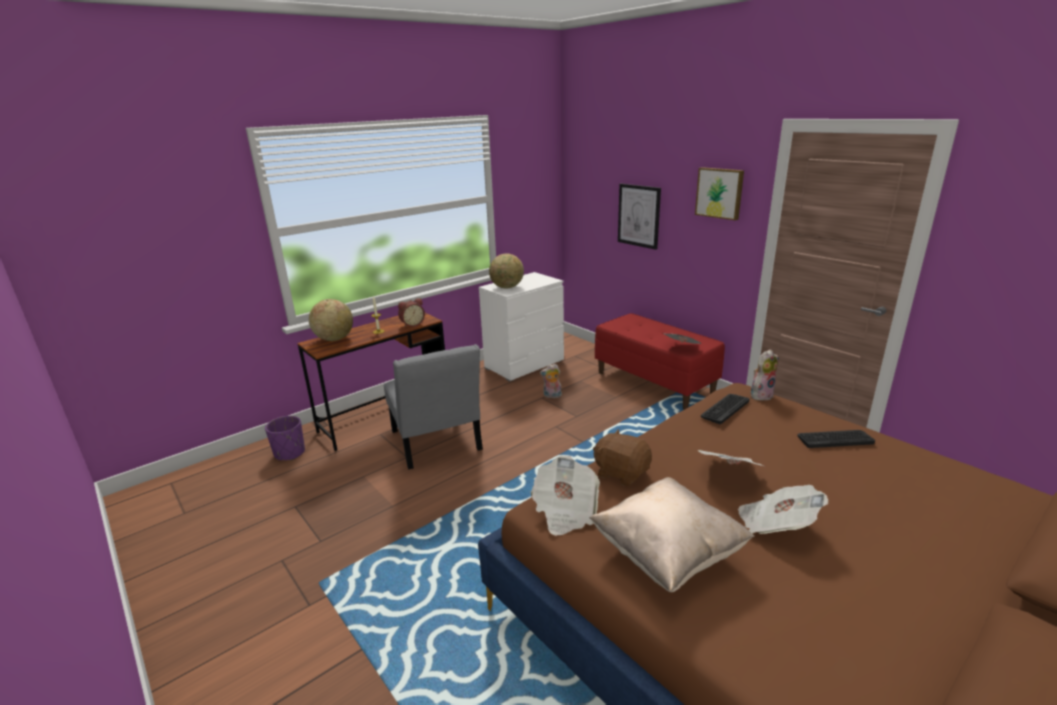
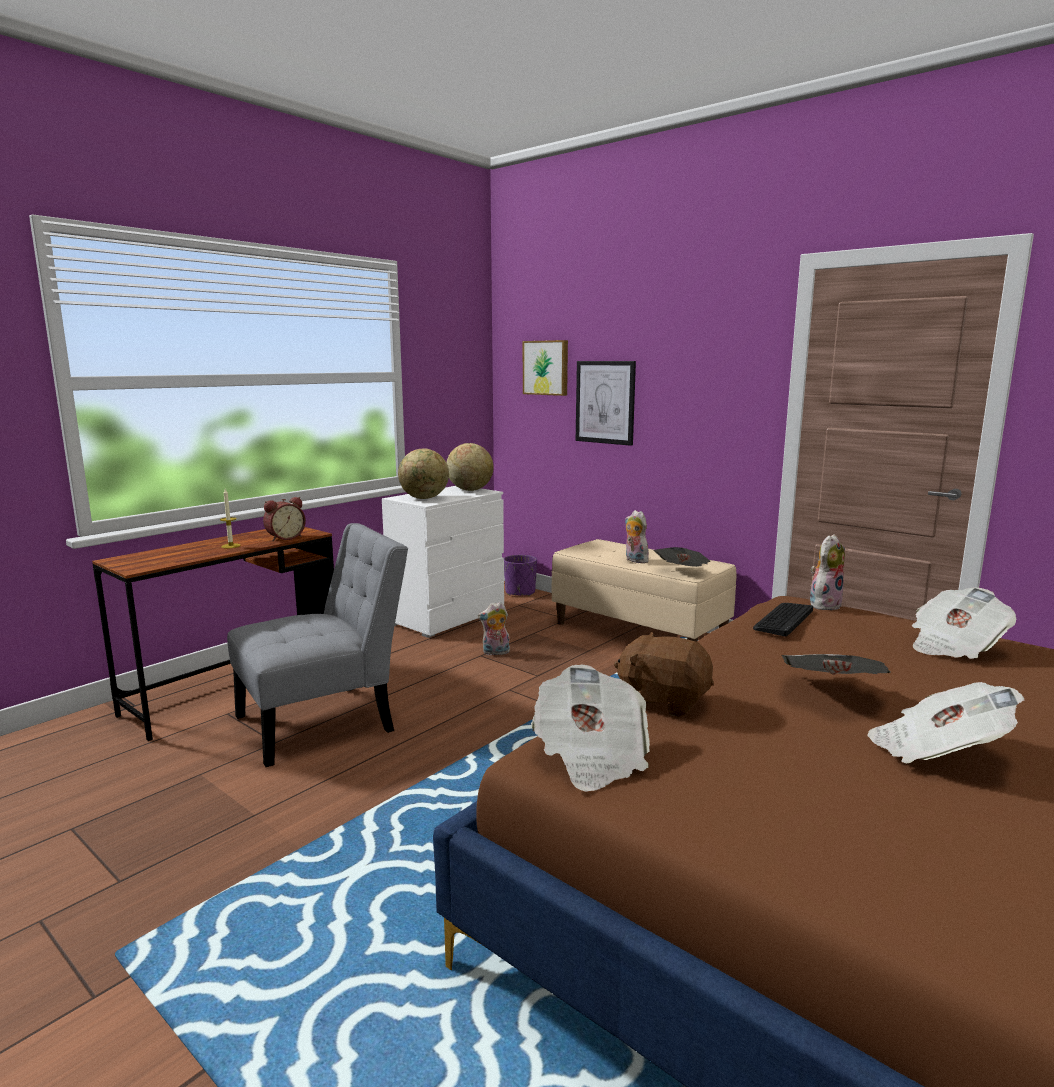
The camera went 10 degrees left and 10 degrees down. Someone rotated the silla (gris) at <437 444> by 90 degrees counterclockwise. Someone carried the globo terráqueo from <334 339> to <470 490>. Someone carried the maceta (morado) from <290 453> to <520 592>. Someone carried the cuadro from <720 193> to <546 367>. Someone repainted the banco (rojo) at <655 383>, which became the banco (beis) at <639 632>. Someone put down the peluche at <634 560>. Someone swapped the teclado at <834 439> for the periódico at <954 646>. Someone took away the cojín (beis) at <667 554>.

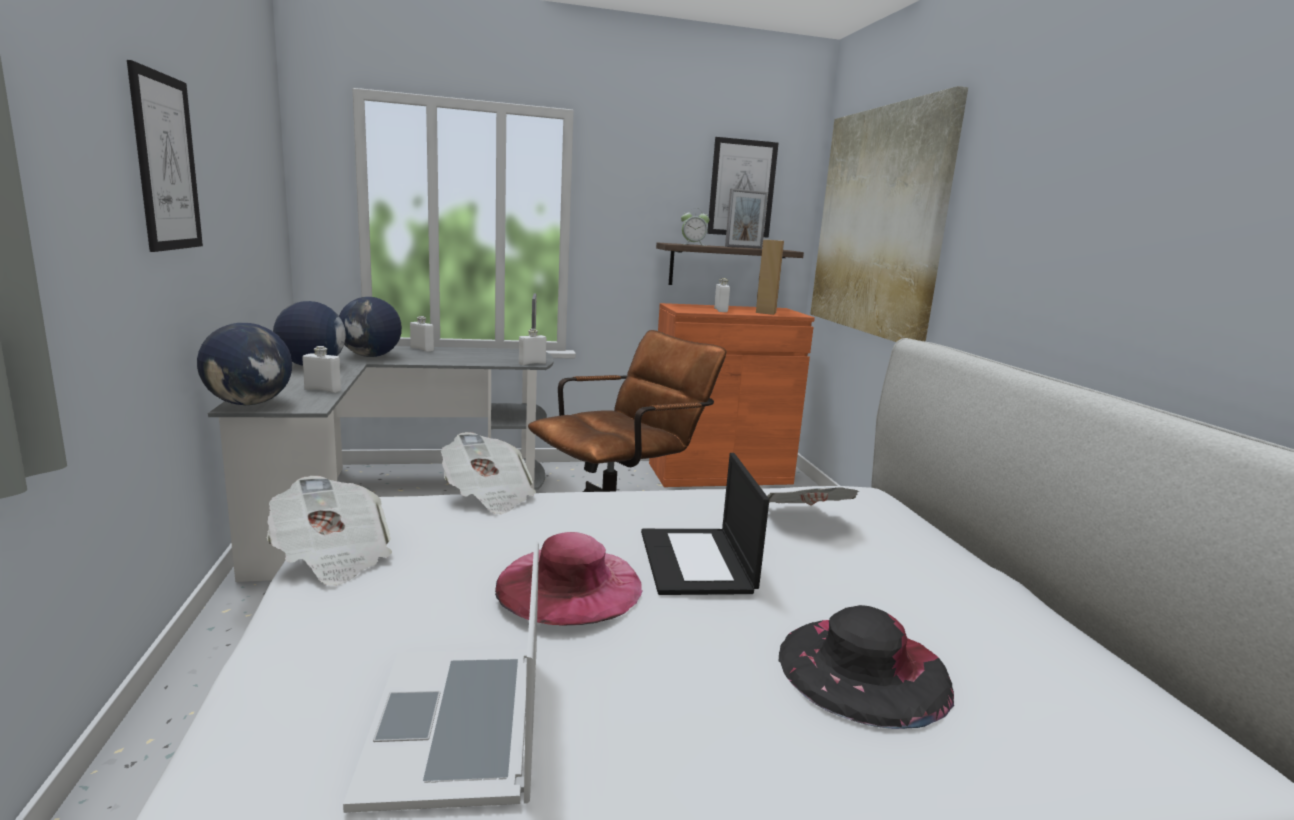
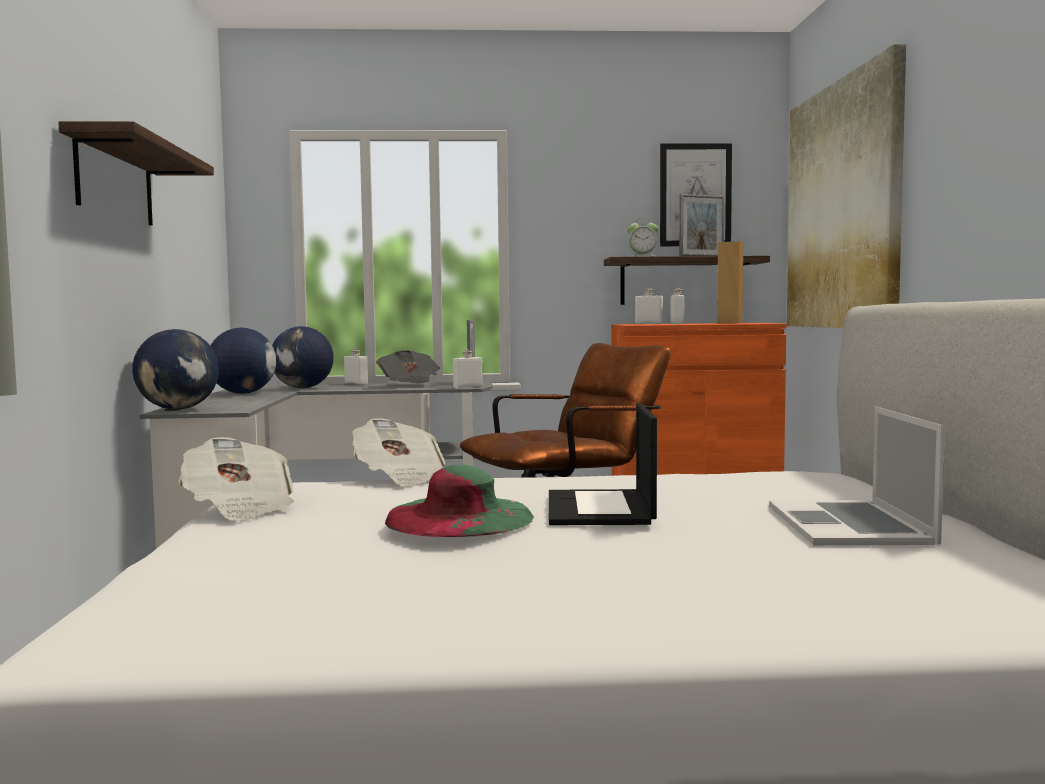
The camera went 10 degrees right and 10 degrees down. Someone swapped the cuadro at <166 163> for the estante at <115 181>. Someone carried the periódico from <806 520> to <410 385>. Someone repainted the sombrero (rosa) at <569 584>, which became the sombrero (verde) at <460 518>. Someone carried the botella (blanco) from <322 390> to <649 324>. Someone carried the portátil from <458 722> to <849 524>. Someone took away the sombrero (negro) at <864 669>.

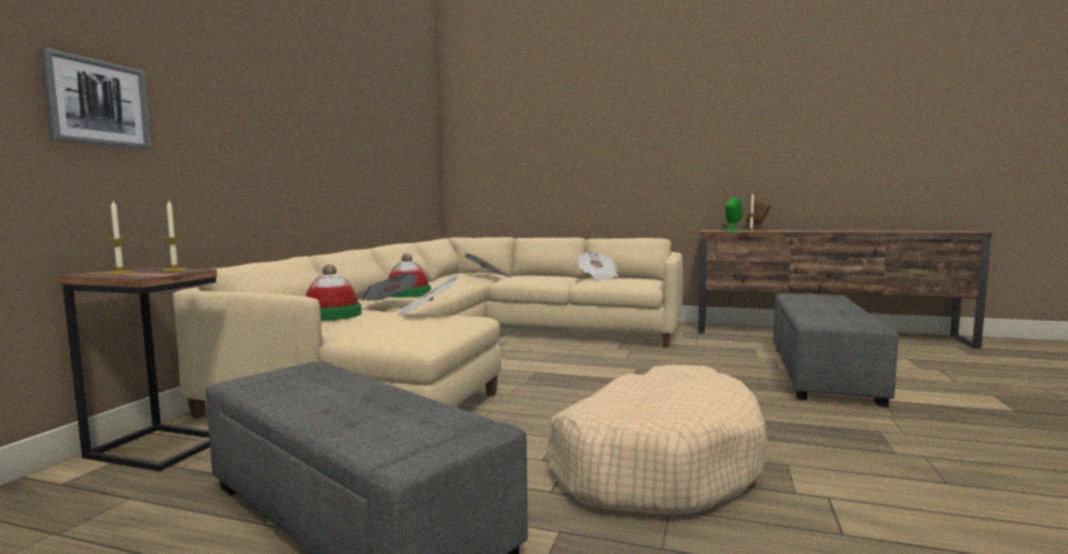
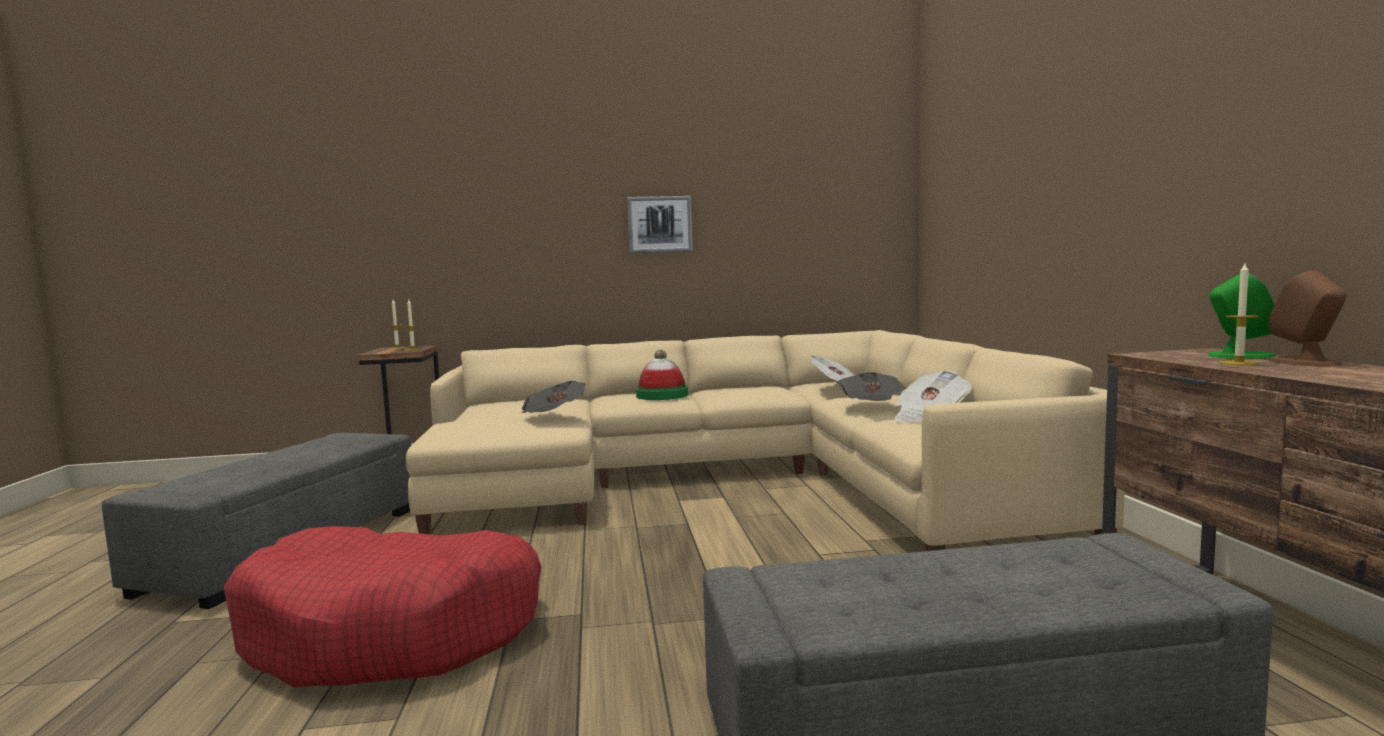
The camera went 65 degrees right and 0 degrees up. Someone repainted the cama para perro (beis) at <655 463>, which became the cama para perro (rojo) at <395 632>. Someone carried the cuadro from <97 103> to <659 224>. Someone carried the periódico from <389 303> to <872 406>. Someone took away the sombrero at <331 315>.

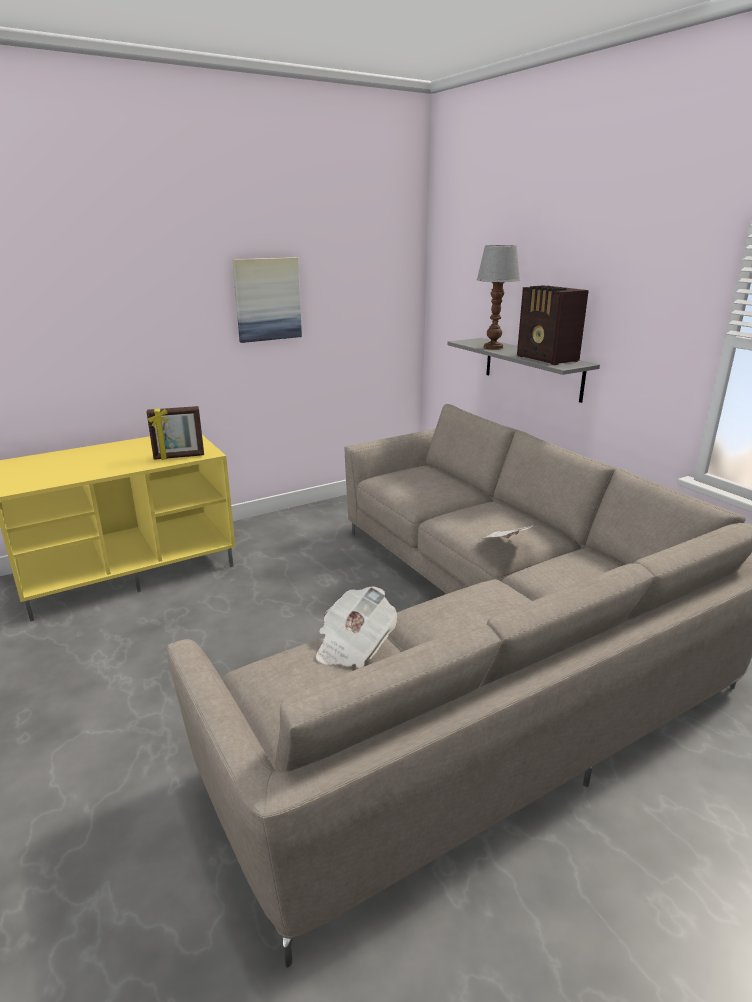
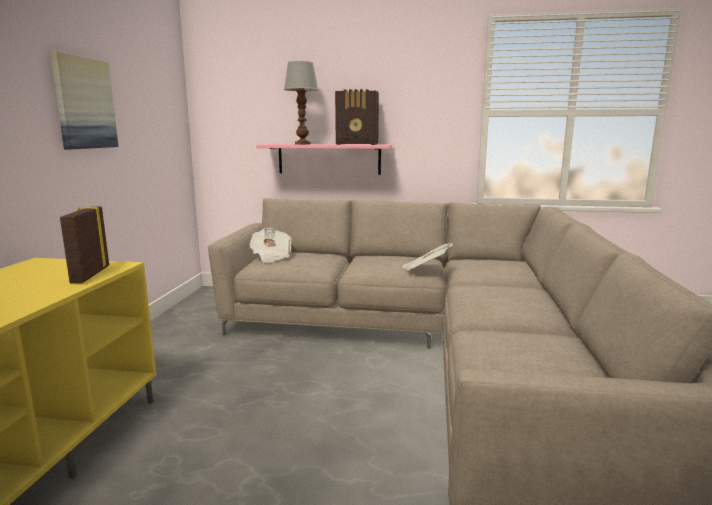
The camera went 50 degrees left and 10 degrees down. Someone rotated the portarretratos at <179 457> by 150 degrees clockwise. Someone carried the periódico from <353 646> to <271 256>. Someone repainted the estante (gris) at <532 368>, which became the estante (rosa) at <329 159>.

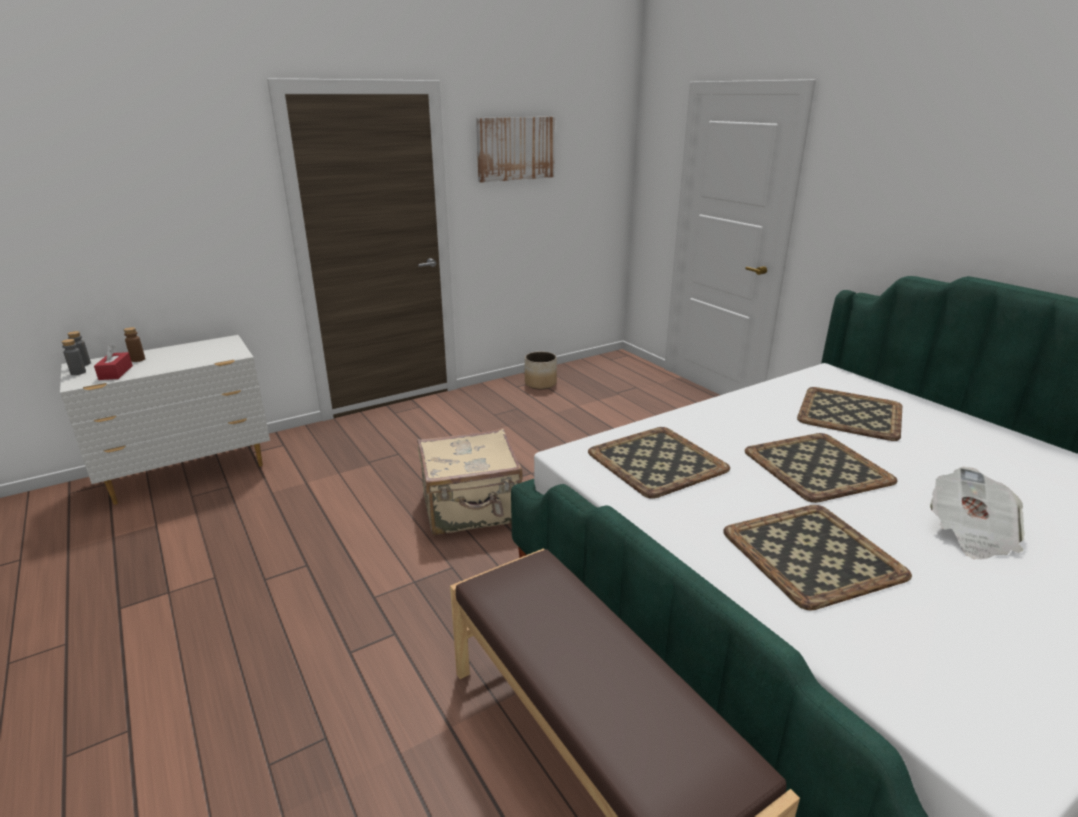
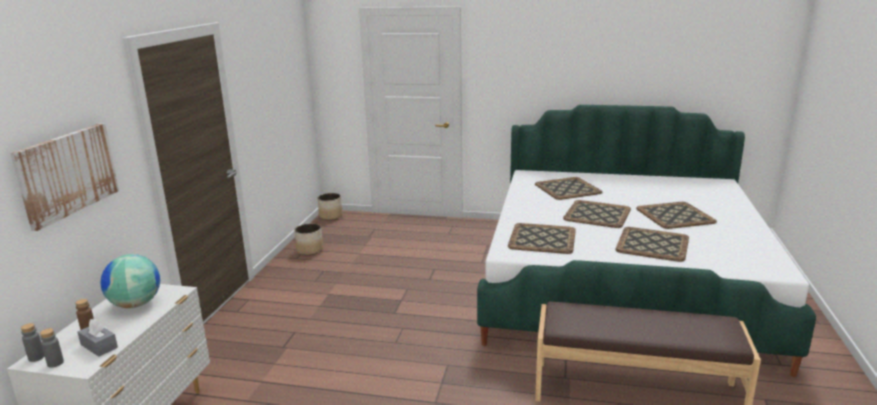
The camera went 45 degrees left and 5 degrees down. Someone carried the cuadro from <515 148> to <67 173>. Someone repainted the caja de pañuelos (rojo) at <116 373>, which became the caja de pañuelos (gris) at <99 346>. Someone put down the globo terráqueo at <135 304>. Someone put down the maceta at <330 216>. Someone swapped the periódico at <970 533> for the bandeja at <676 216>. Someone took away the maleta (beis) at <471 509>.

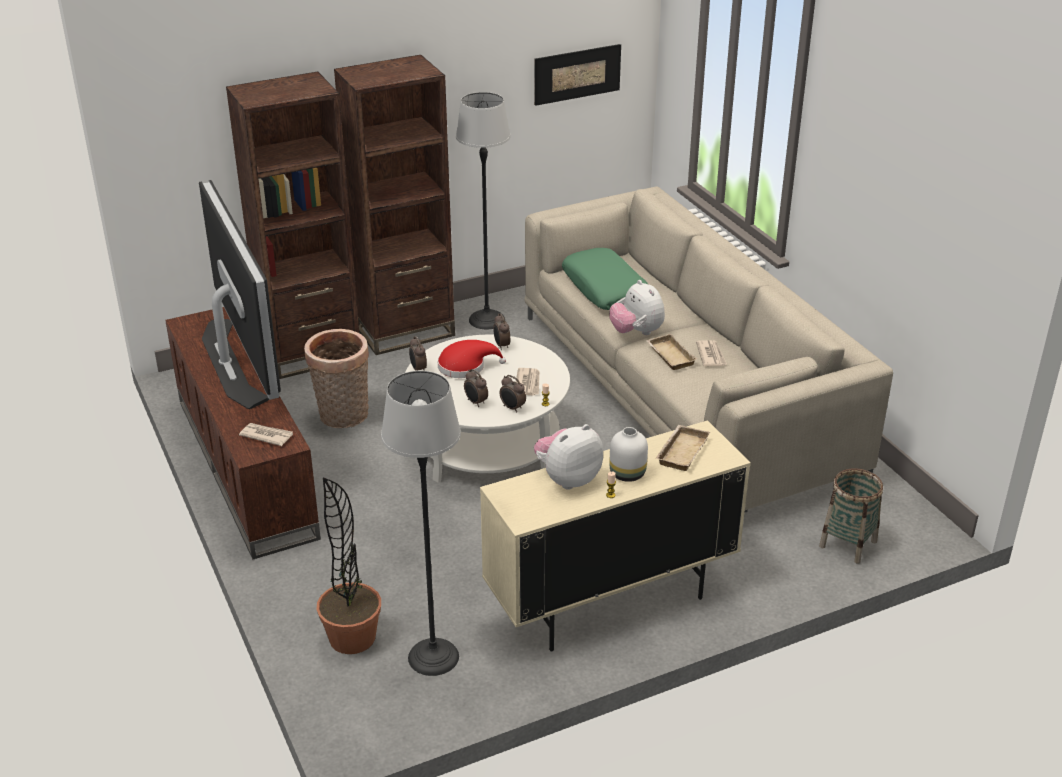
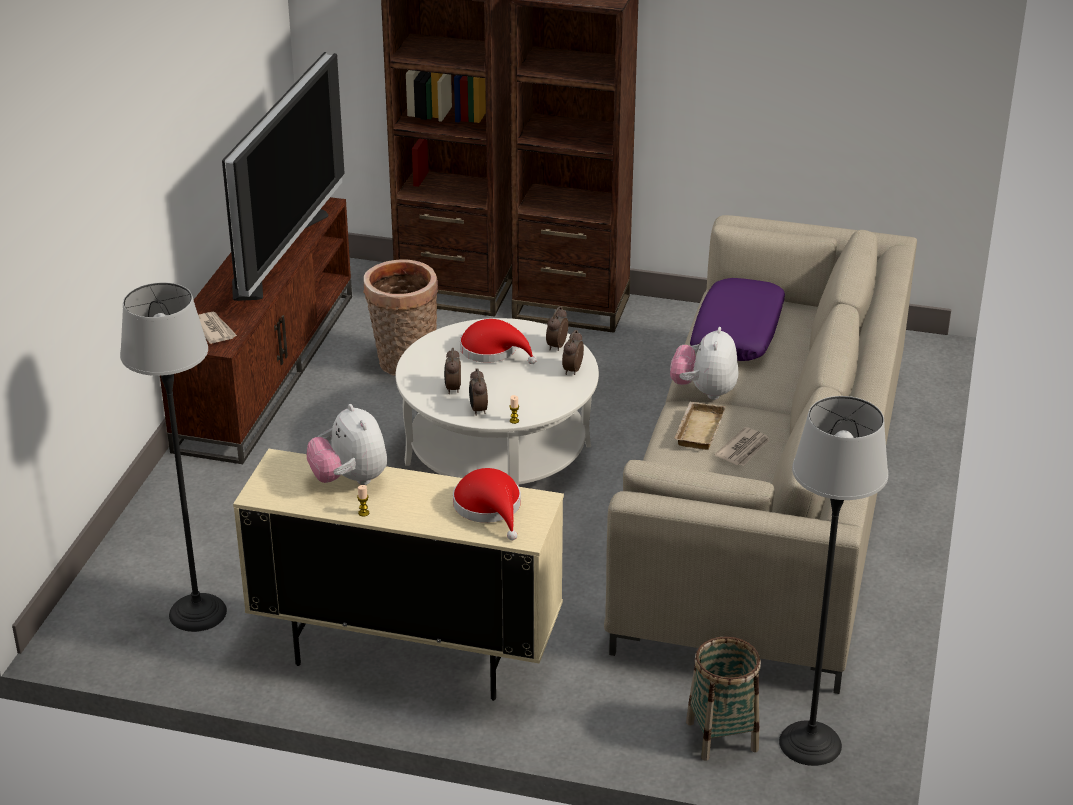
The camera went 40 degrees right and 0 degrees up. Someone rotated the peluche at <568 479> by 120 degrees counterclockwise. Someone swapped the bandeja (beis) at <681 451> for the sombrero (rojo) at <490 508>. Someone carried the despertador from <418 369> to <572 370>. Someone repainted the cojín (verde) at <605 289>, which became the cojín (morado) at <738 333>. Someone carried the lámpara de pie from <487 319> to <810 743>. Someone took away the planta en maceta at <352 638>. Someone took away the periódico at <528 383>. Someone took away the cuadro at <577 74>. Someone took away the florero (blanco) at <626 473>.

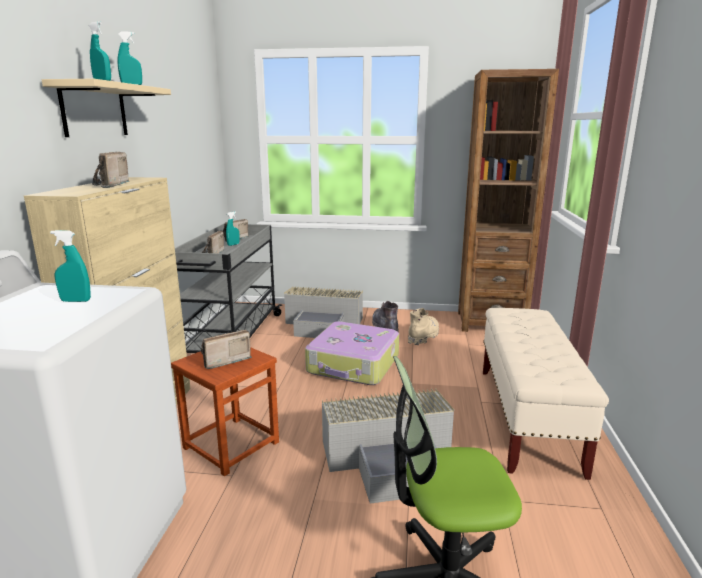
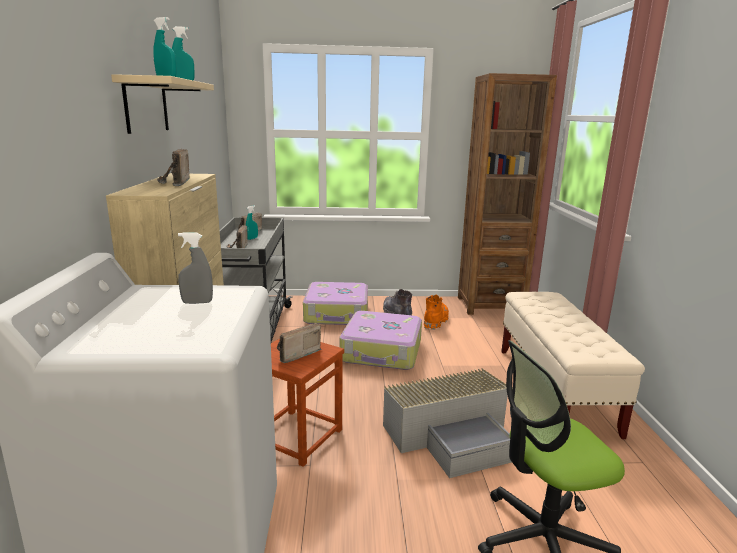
The camera went 10 degrees left and 0 degrees up. Someone repainted the pulverizador (turquesa) at <76 301>, which became the pulverizador (gris) at <197 302>. Someone swapped the caja de almacenaje (gris) at <324 324> for the maleta at <337 314>. Someone repainted the bota (beis) at <423 336>, which became the bota (naranja) at <435 321>.

